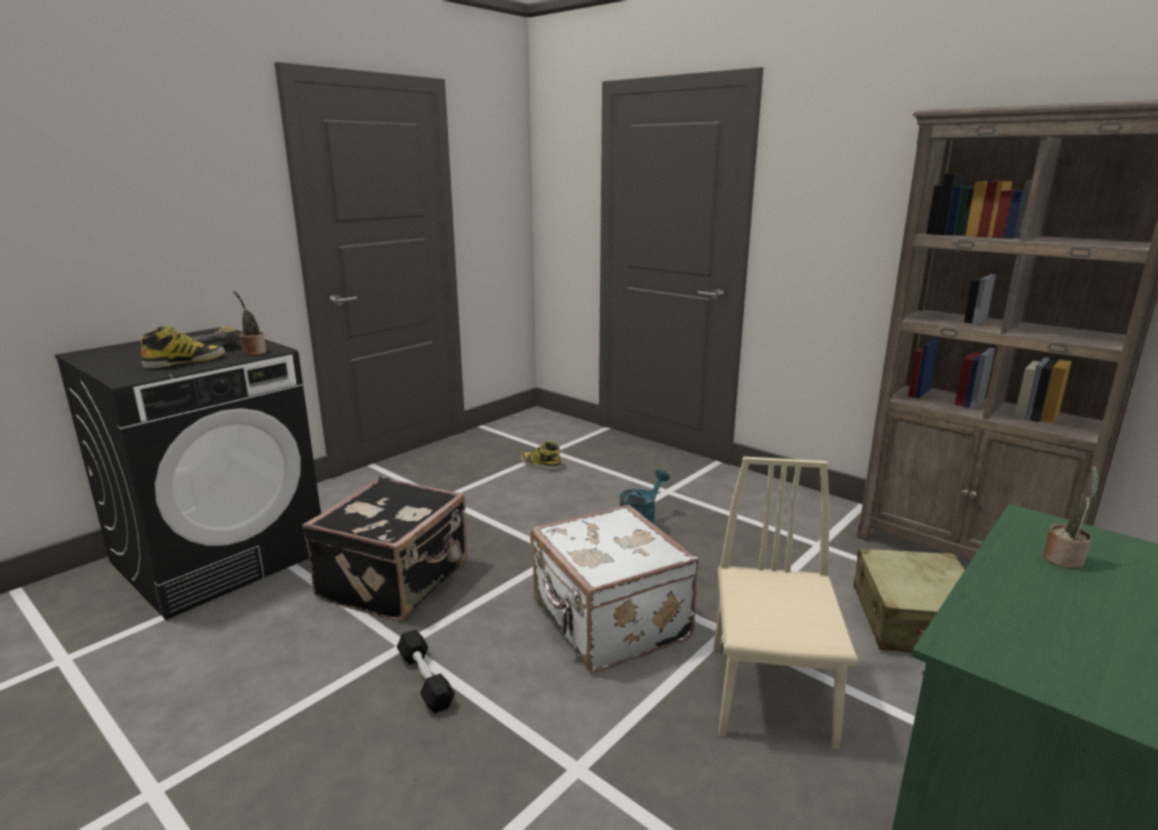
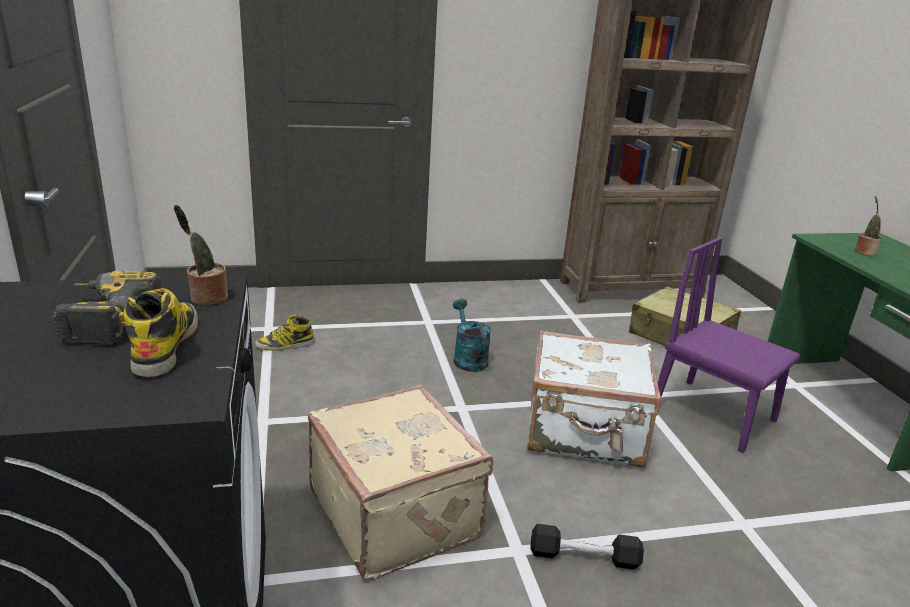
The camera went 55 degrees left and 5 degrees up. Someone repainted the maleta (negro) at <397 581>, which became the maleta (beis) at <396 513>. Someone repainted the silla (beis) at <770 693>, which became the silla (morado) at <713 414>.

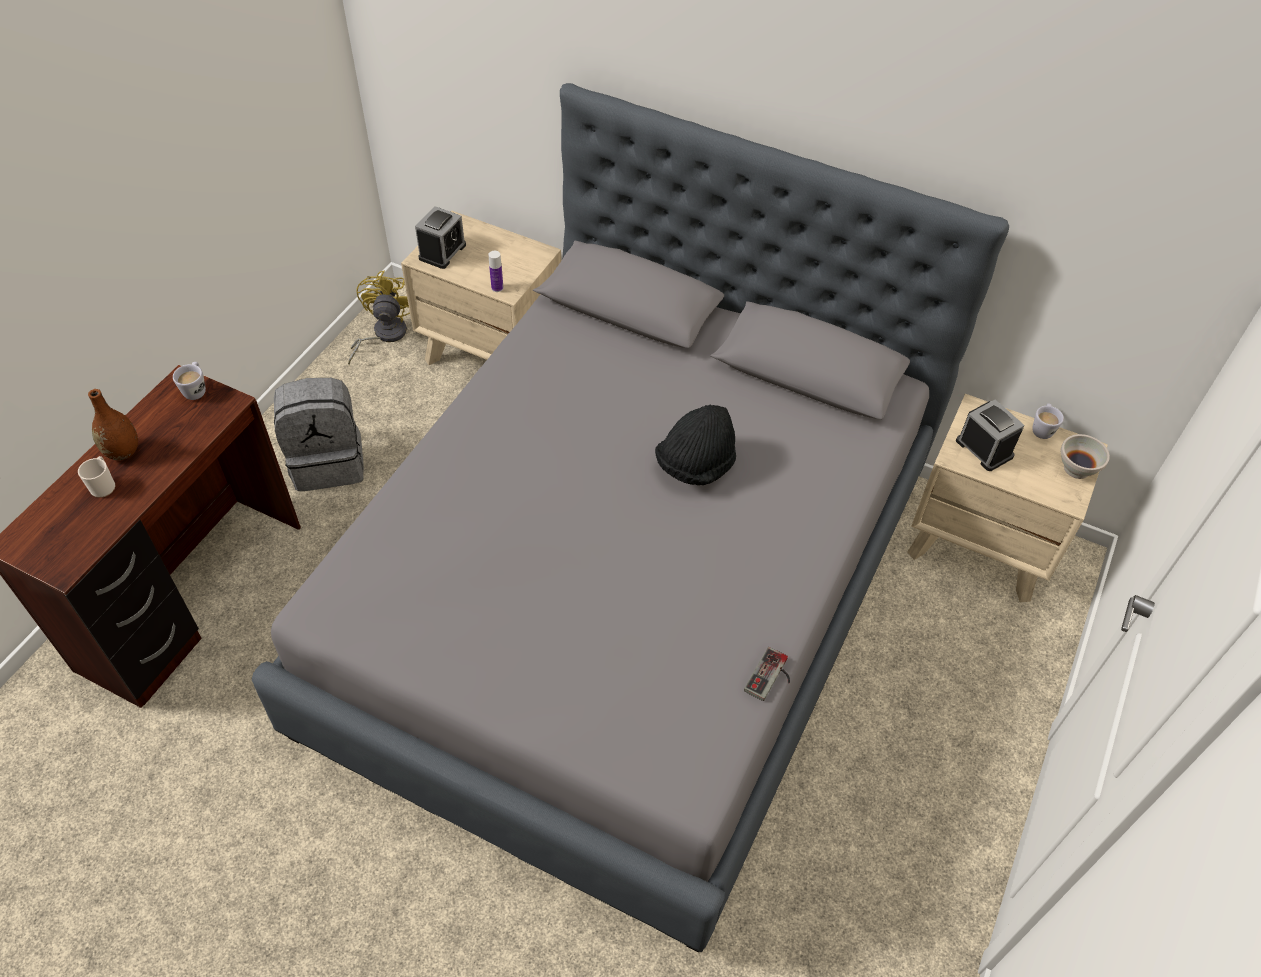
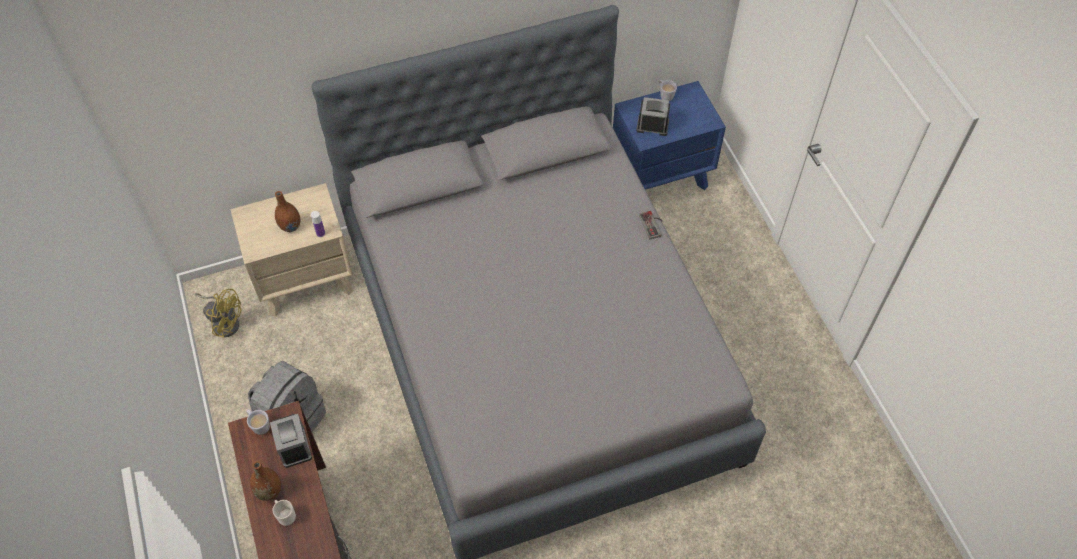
The camera went 45 degrees left and 5 degrees up. Someone rotated the ventilador (amarillo) at <384 335> by 150 degrees clockwise. Someone carried the despertador from <442 251> to <294 446>. Someone put down the florero (marrón) at <290 226>. Someone repainted the mesita de noche (beis) at <981 545>, which became the mesita de noche (azul) at <661 176>. Someone carried the mando de consola from <771 677> to <653 225>. Someone took away the sombrero (negro) at <695 465>. Someone took away the cuenco (blanco) at <1076 468>.

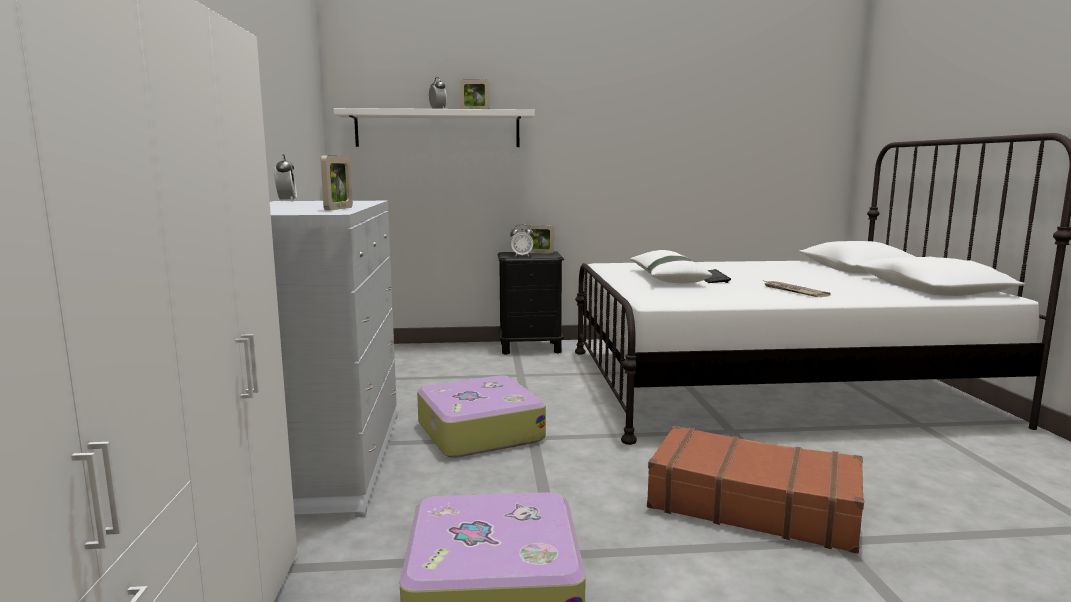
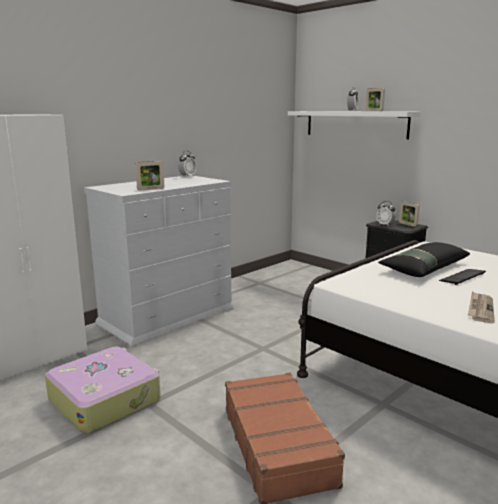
The camera went 50 degrees right and 5 degrees up. Someone repainted the cojín (blanco) at <667 278>, which became the cojín (negro) at <424 268>. Someone took away the maleta at <478 431>.

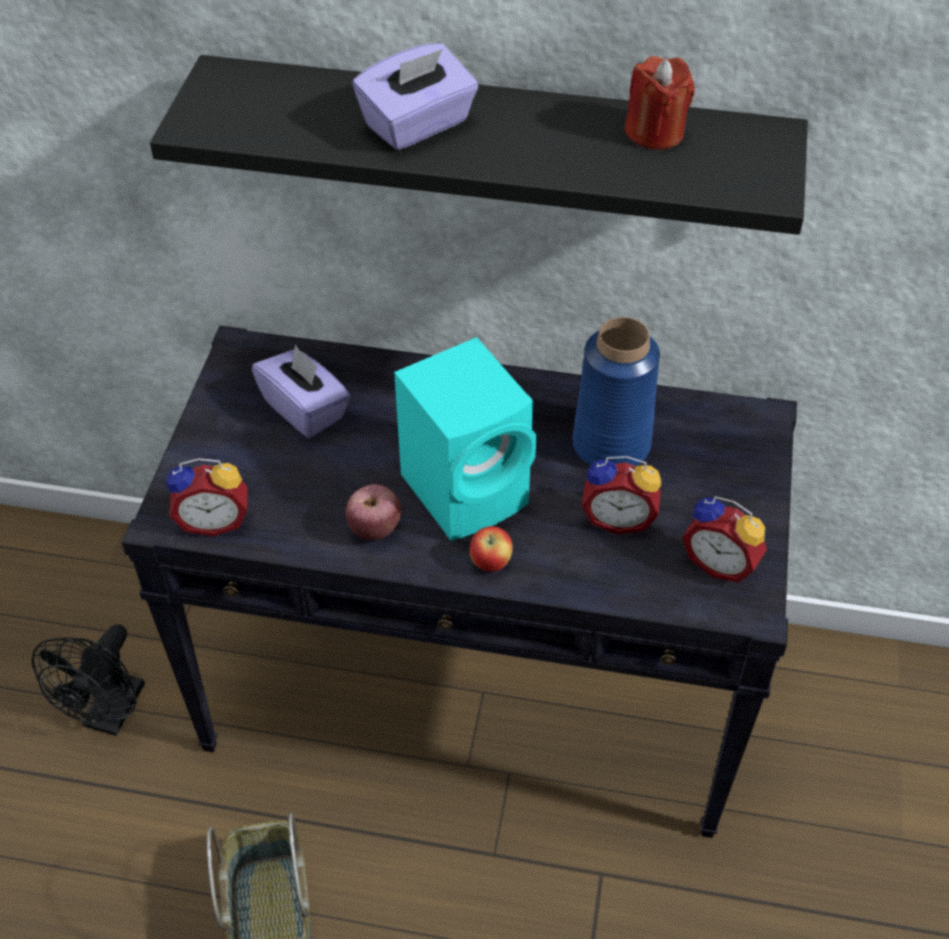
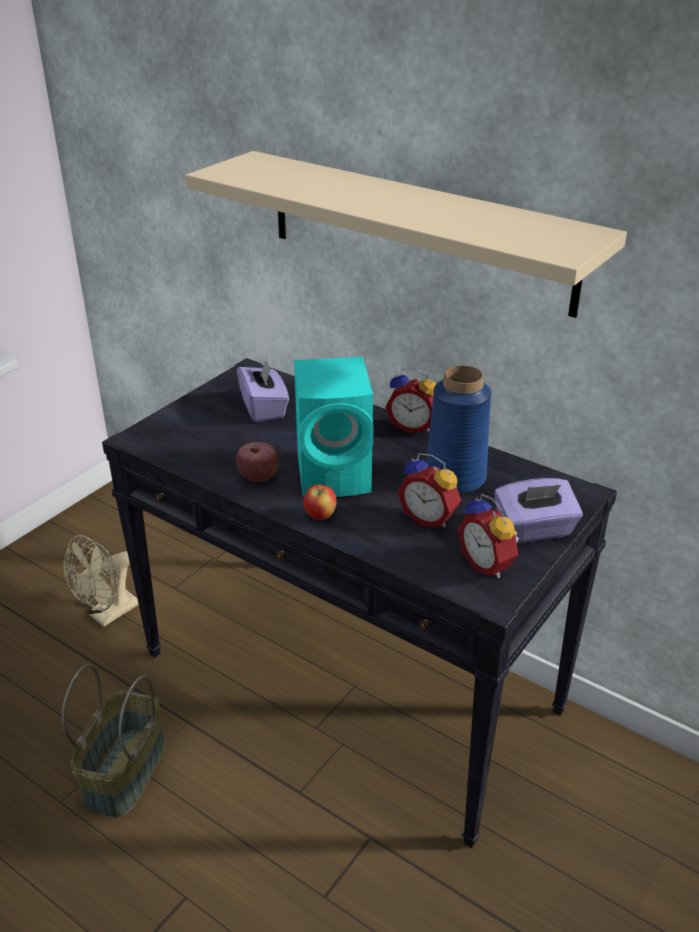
The camera went 25 degrees right and 15 degrees down. Someone repainted the ventilador (negro) at <110 715>, which became the ventilador (beis) at <108 614>. Someone repainted the estante (negro) at <494 140>, which became the estante (beis) at <417 231>. Someone carried the despertador from <214 520> to <413 426>. Someone carried the caja de pañuelos (morado) from <418 125> to <534 530>. Someone took away the vela (rojo) at <655 133>.

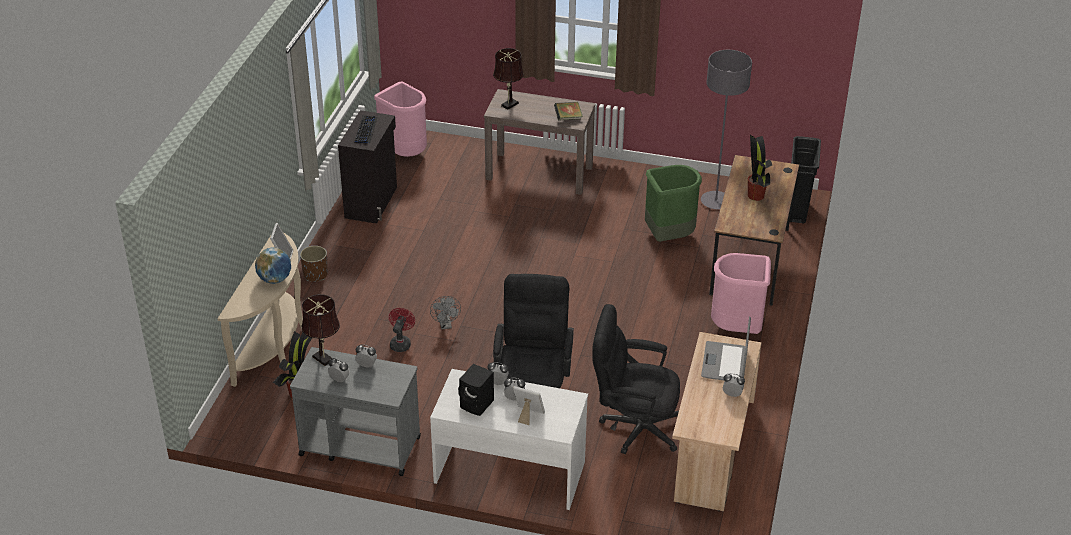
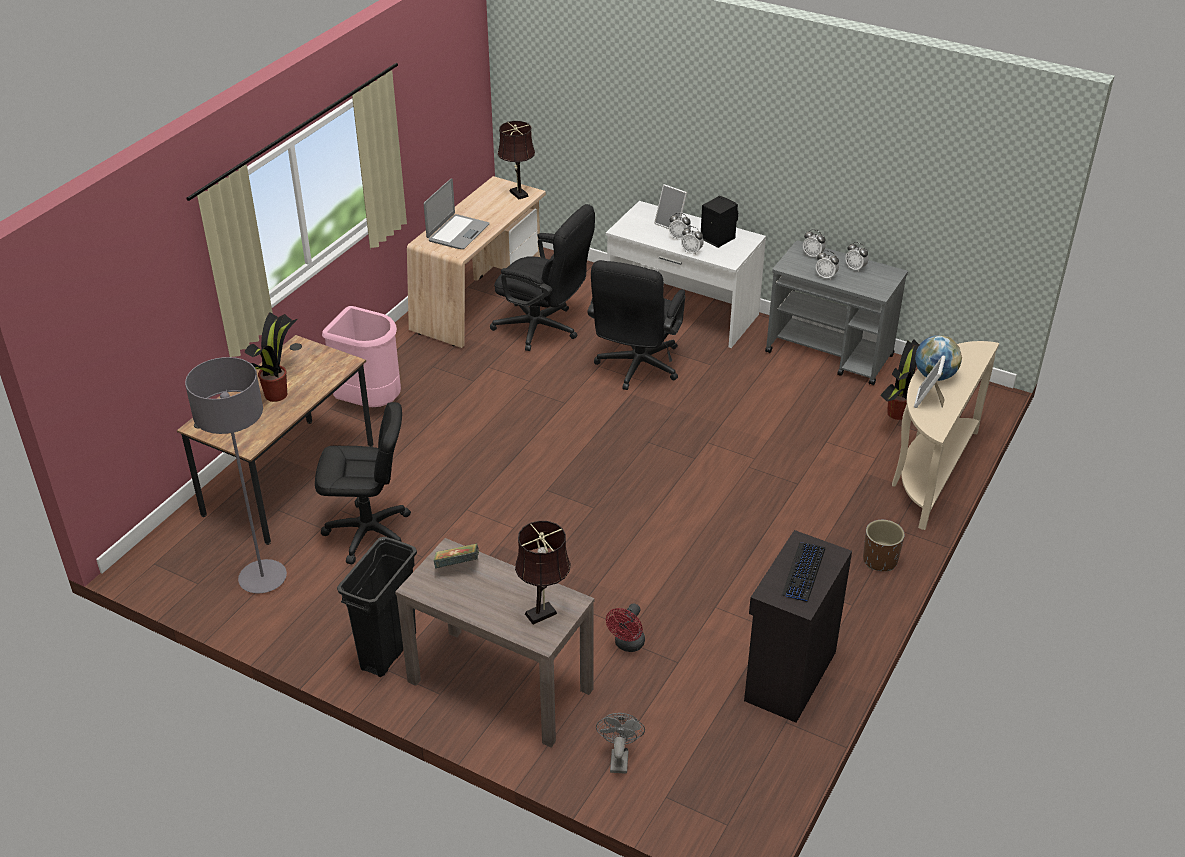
The camera went 165 degrees left and 0 degrees up. Someone swapped the papelera (verde) at <669 236> for the silla de oficina (negro) at <369 533>. Someone carried the papelera (negro) from <797 210> to <388 651>. Someone carried the lámpara de mesa (marrón) from <324 359> to <518 193>. Someone carried the ventilador (gris) from <446 325> to <619 758>. Someone carried the ventilador (rojo) from <401 343> to <627 645>. Someone carried the despertador from <732 394> to <813 255>. Someone took away the papelera (rosa) at <405 153>.

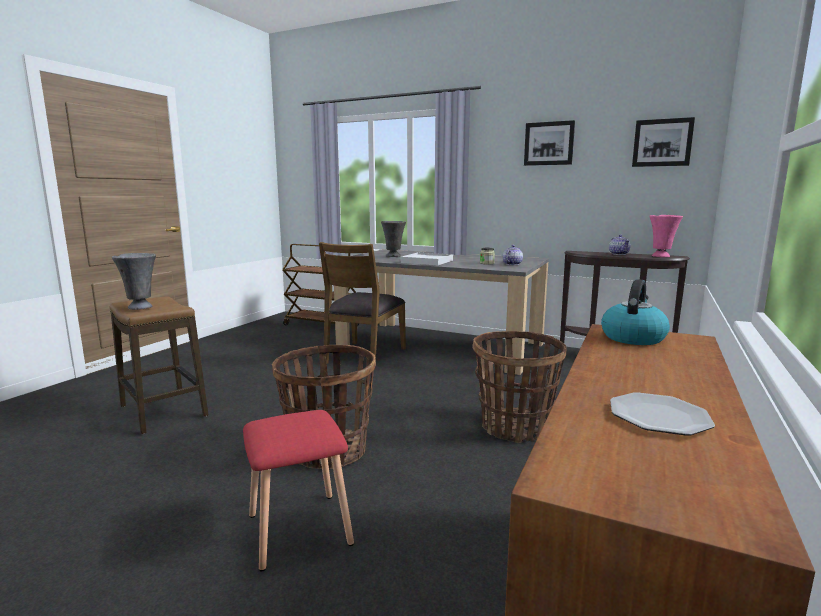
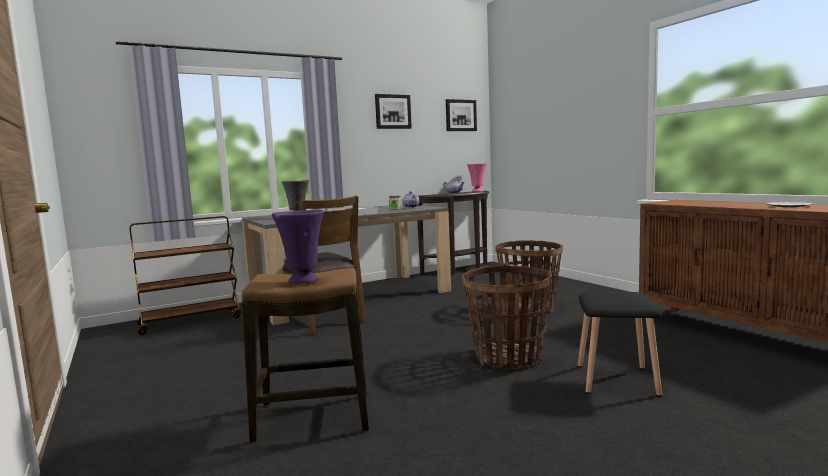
The camera went 55 degrees left and 5 degrees down. Someone repainted the florero (gris) at <140 307>, which became the florero (morado) at <302 280>. Someone repainted the taburete (rojo) at <298 530>, which became the taburete (negro) at <617 380>. Someone took away the hervidor at <632 337>.

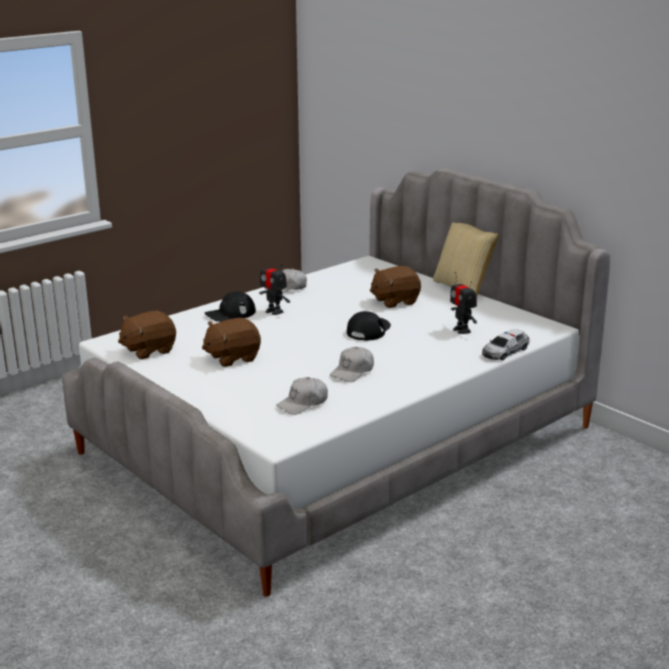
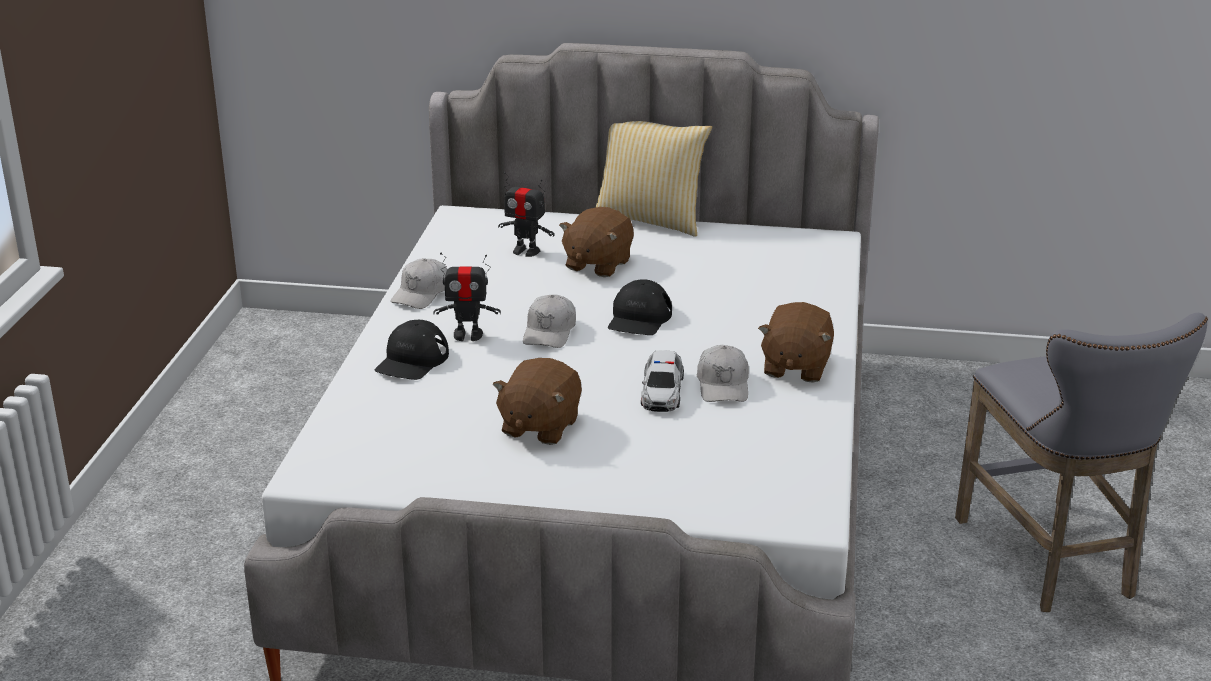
The camera went 40 degrees left and 5 degrees up. Someone carried the robot de juguete from <462 330> to <526 251>. Someone carried the gorra (blanco) from <303 403> to <550 332>. Someone rotated the gorra (negro) at <368 330> by 150 degrees counterclockwise. Someone carried the coche de juguete from <505 351> to <662 391>. Someone carried the peluche (marrón) from <148 350> to <795 367>. Someone put down the taburete (gris) at <1052 562>.

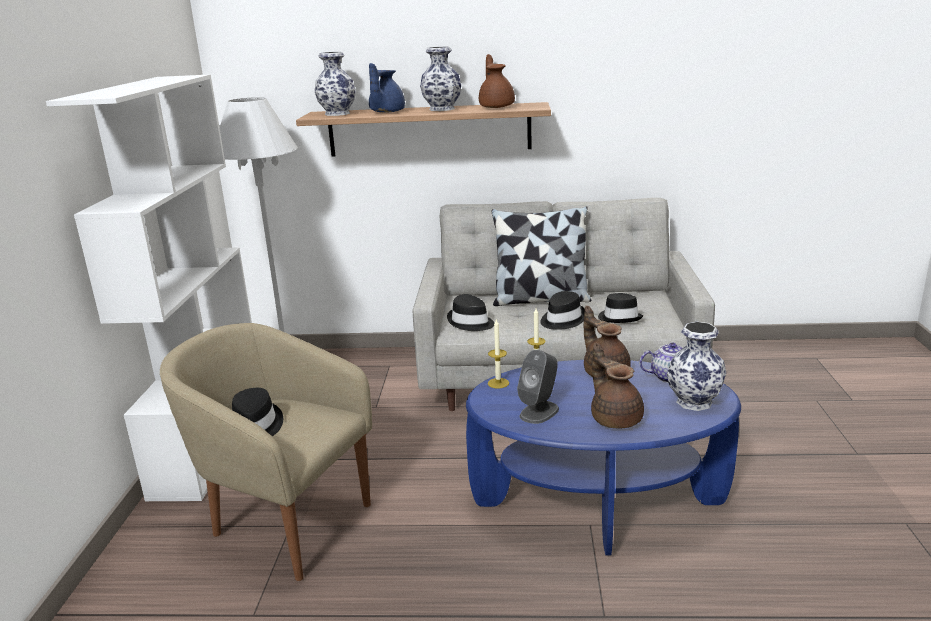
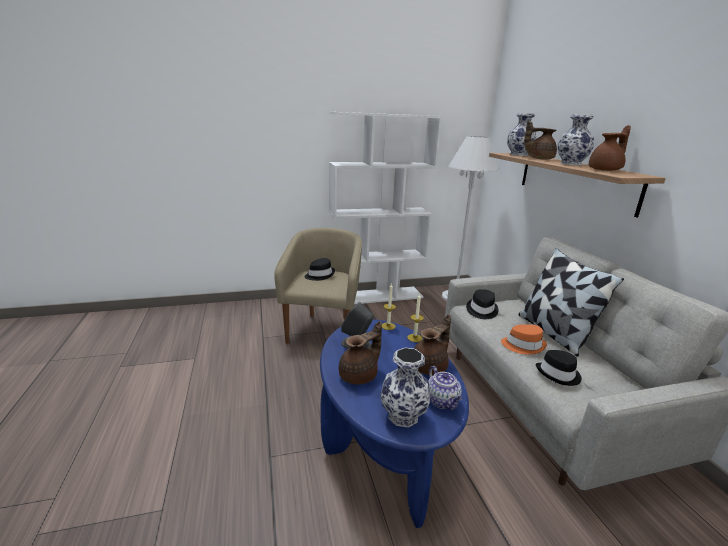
The camera went 70 degrees right and 0 degrees up. Someone repainted the sombrero (negro) at <562 320>, which became the sombrero (naranja) at <523 345>. Someone repainted the tetera (azul) at <386 112>, which became the tetera (marrón) at <538 158>.

